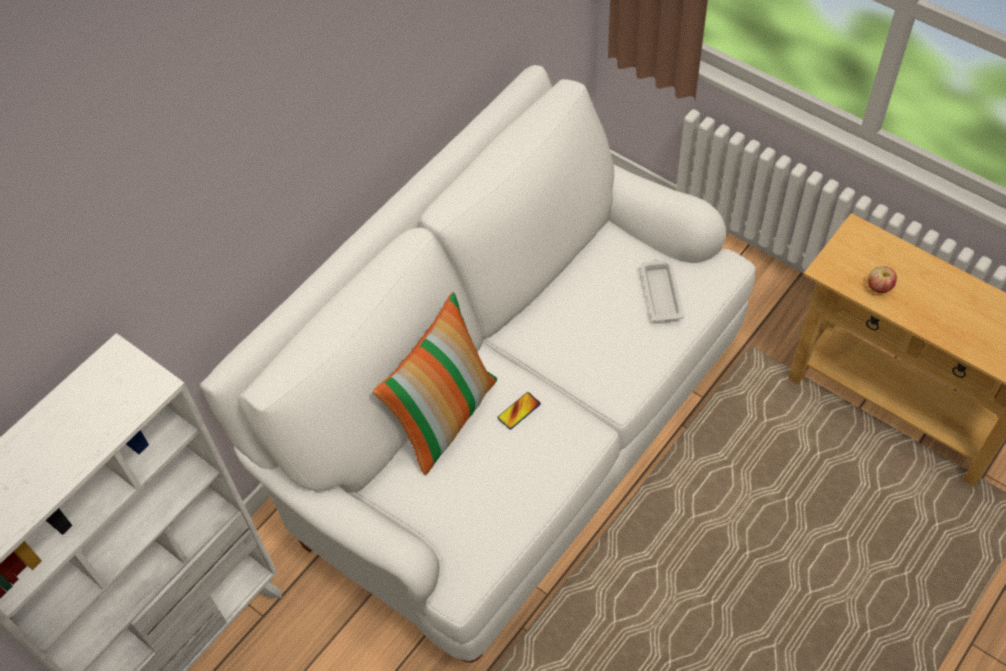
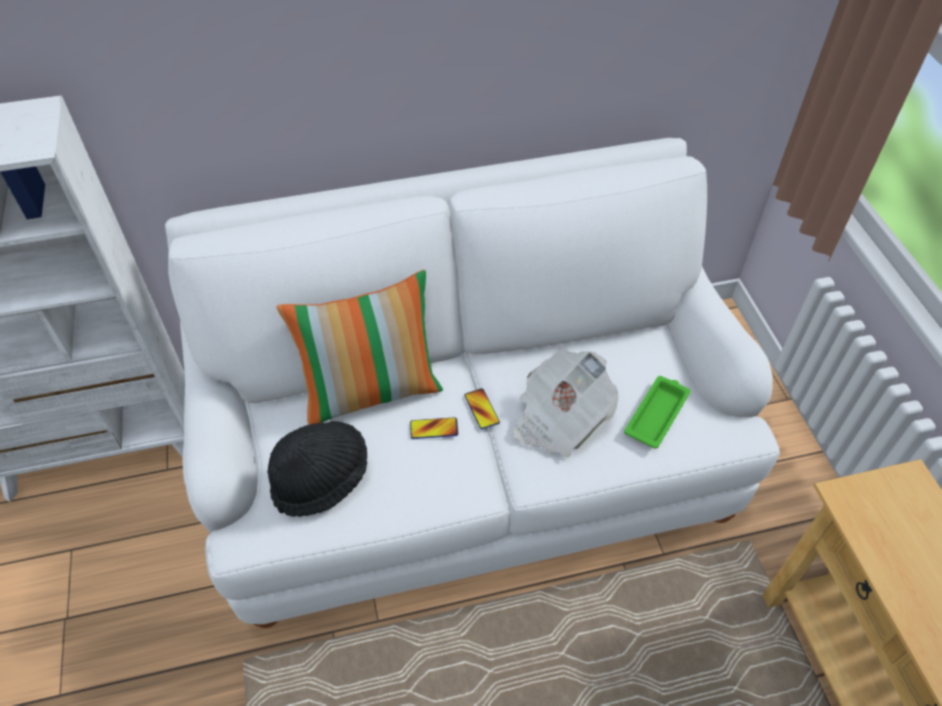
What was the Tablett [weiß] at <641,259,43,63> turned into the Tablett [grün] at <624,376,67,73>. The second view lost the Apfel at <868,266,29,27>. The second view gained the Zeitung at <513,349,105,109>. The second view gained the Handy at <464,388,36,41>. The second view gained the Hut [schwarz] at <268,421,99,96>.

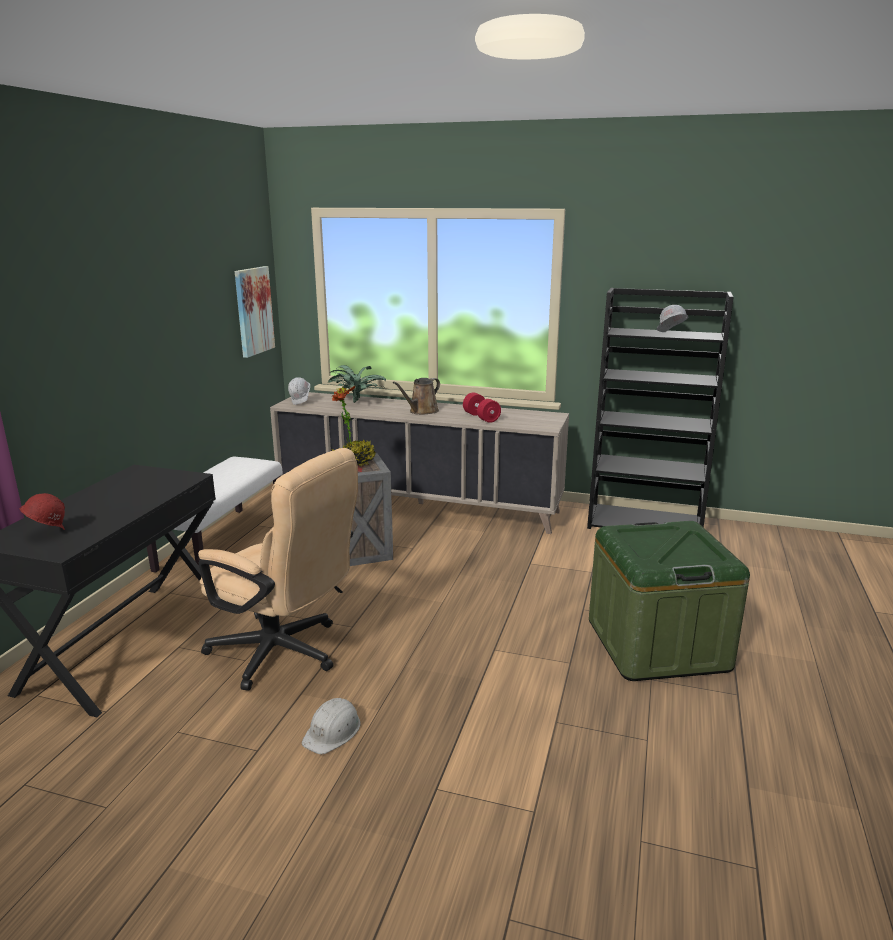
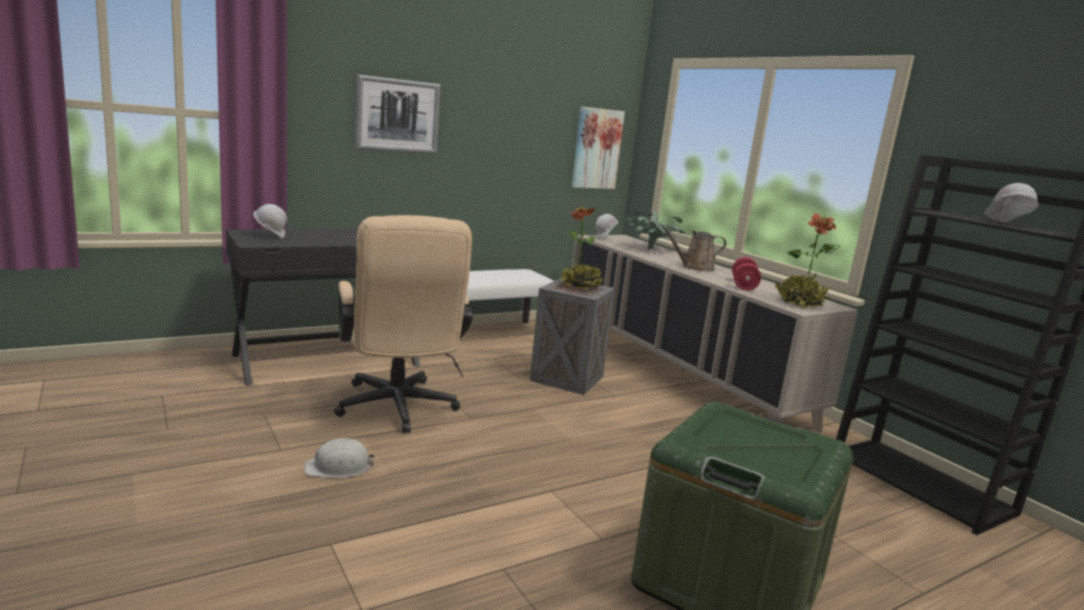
What was the Schutzhelm [rot] at <19,493,46,37> turned into the Schutzhelm [weiß] at <254,204,33,34>. The second view gained the Bild at <355,75,86,79>. The second view gained the Topfpflanze at <775,213,66,95>.

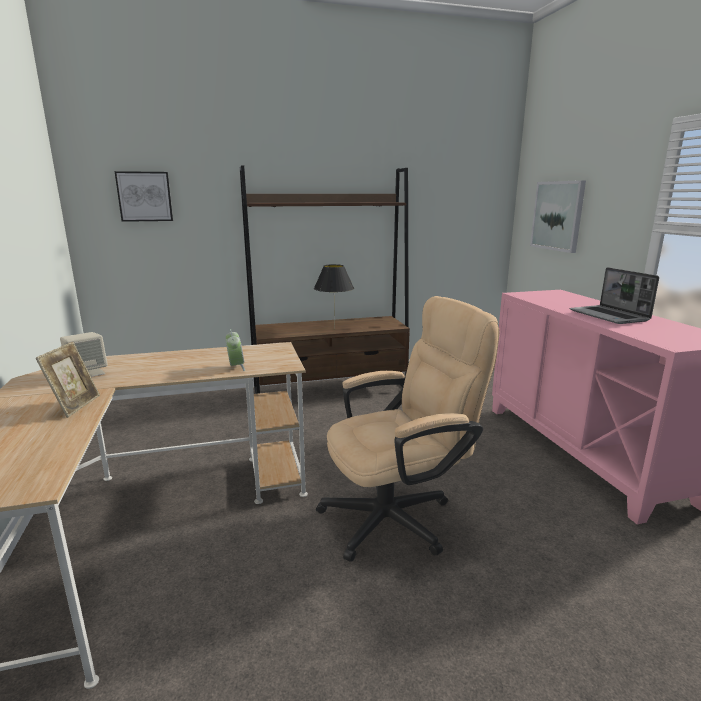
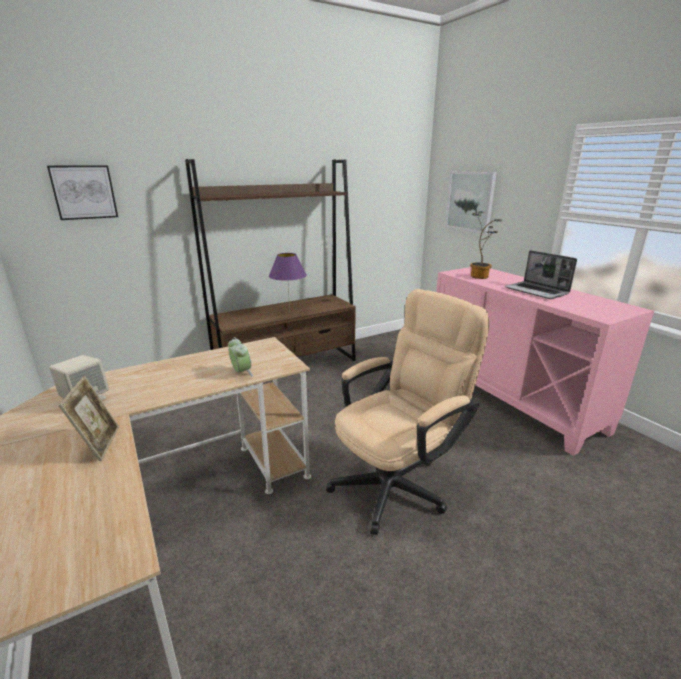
What was the Tischlampe [schwarz] at <314,264,40,65> turned into the Tischlampe [lila] at <269,253,38,60>. The second view gained the Topfpflanze at <470,211,32,68>.

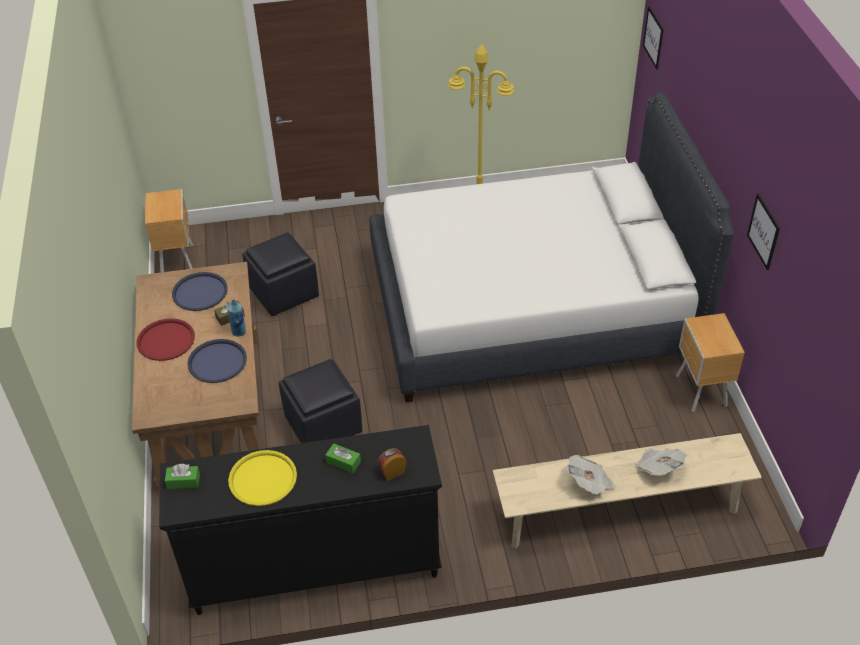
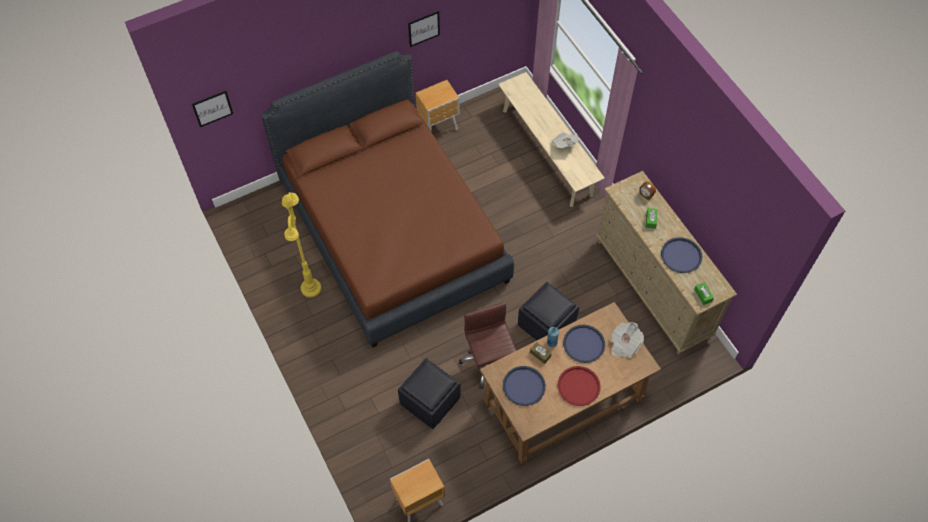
What was the Bett [weiß] at <369,92,365,311> turned into the Bett [braun] at <261,51,253,296>. What was the Kommode [schwarz] at <159,425,283,190> turned into the Kommode [beige] at <596,171,141,184>. The Zeitung ended up elsewhere, having gone from <635,448,52,28> to <610,322,34,36>. What was the Tablett [gelb] at <228,450,69,56> turned into the Tablett [blau] at <661,237,41,36>. The second view gained the Bürostuhl [braun] at <459,302,58,87>.

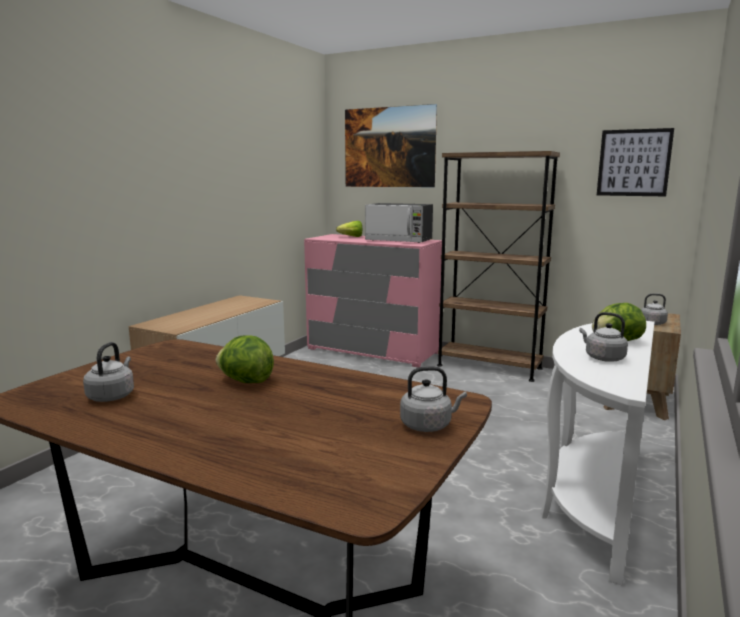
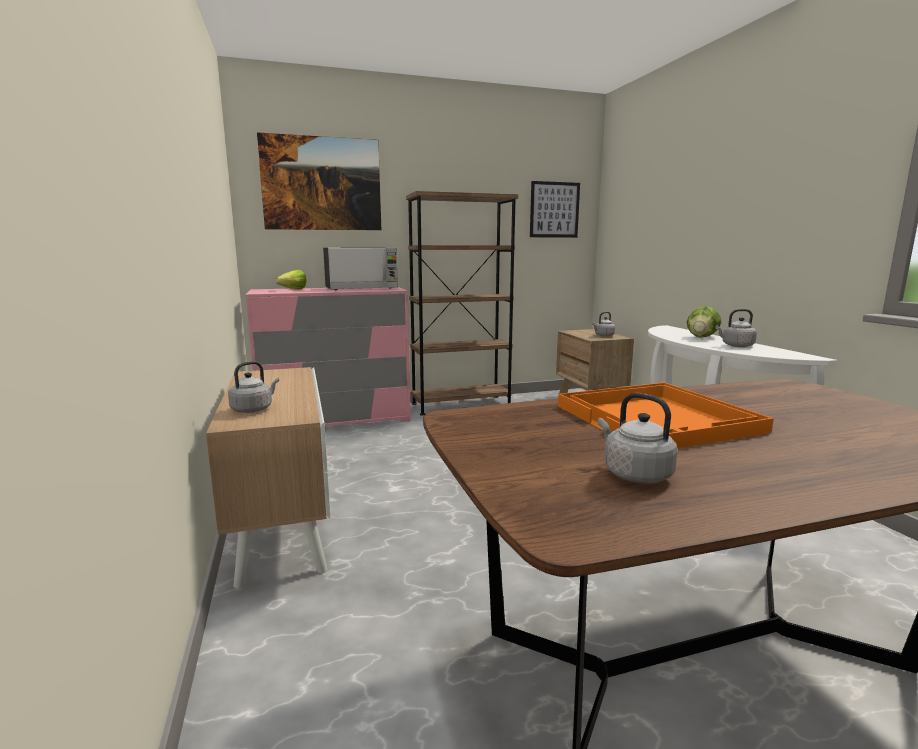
Where the Salatkopf stood at <216,335,58,48>, the Tablett [orange] came to stand at <558,382,216,66>. The Wasserkessel [grau] ended up elsewhere, having gone from <400,367,67,65> to <228,361,51,52>.

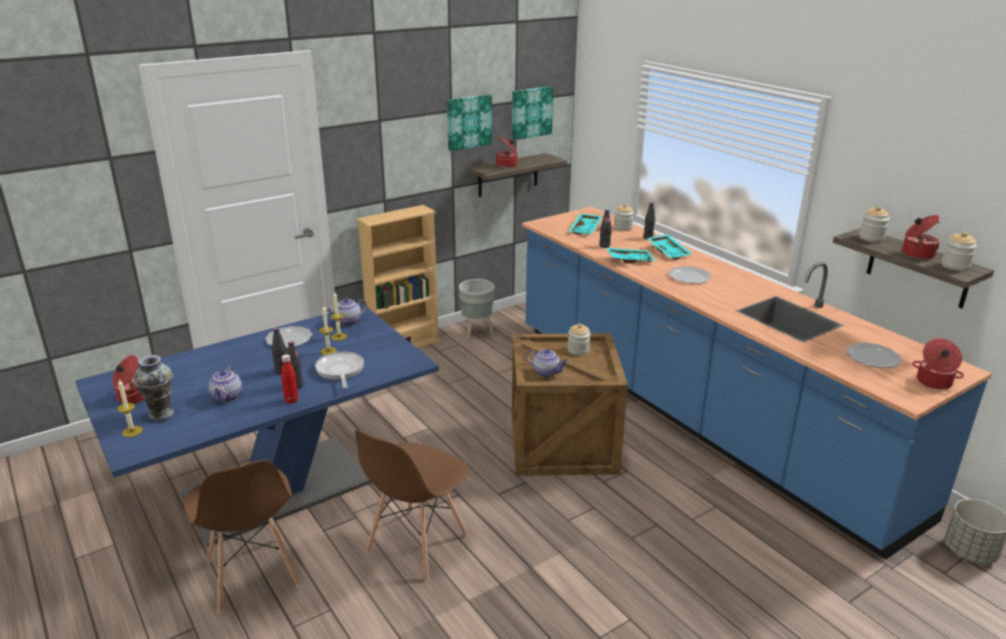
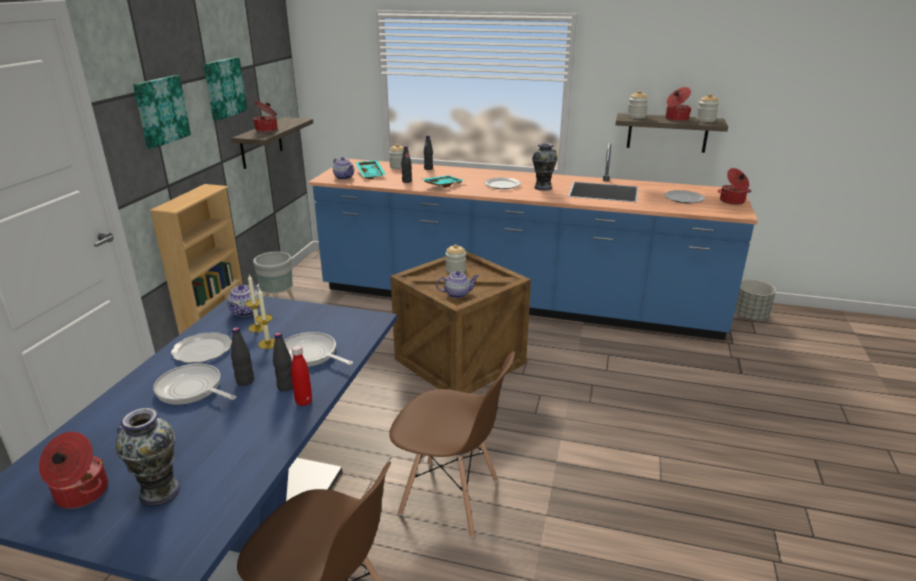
The Bild ended up elsewhere, having gone from <512,86,42,54> to <133,75,58,74>. The second view lost the Tablett [türkis] at <647,234,45,26>. The Teekanne ended up elsewhere, having gone from <209,365,33,37> to <333,157,21,22>. The second view lost the Kerze at <118,379,24,58>. The Stuhl [braun] at <355,430,114,151> ended up facing another way, 60 degrees counterclockwise from before. The second view gained the Vase at <532,143,25,48>. The second view gained the Pfanne at <153,364,83,41>.

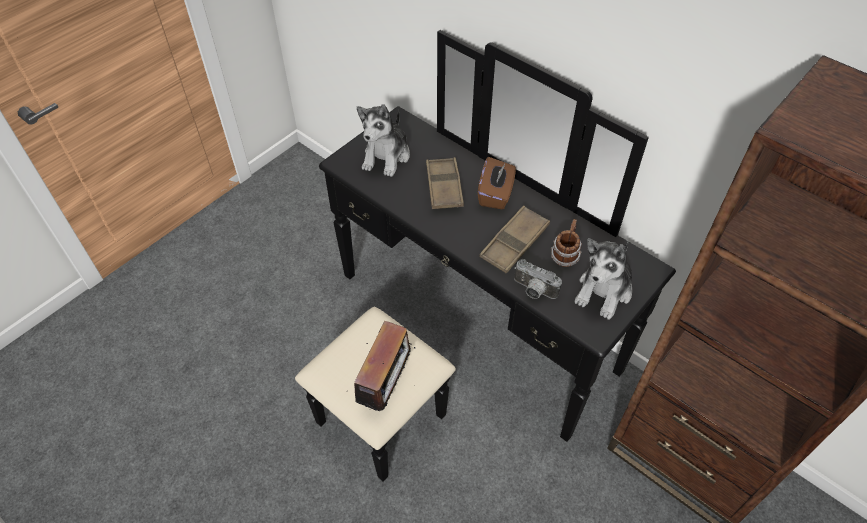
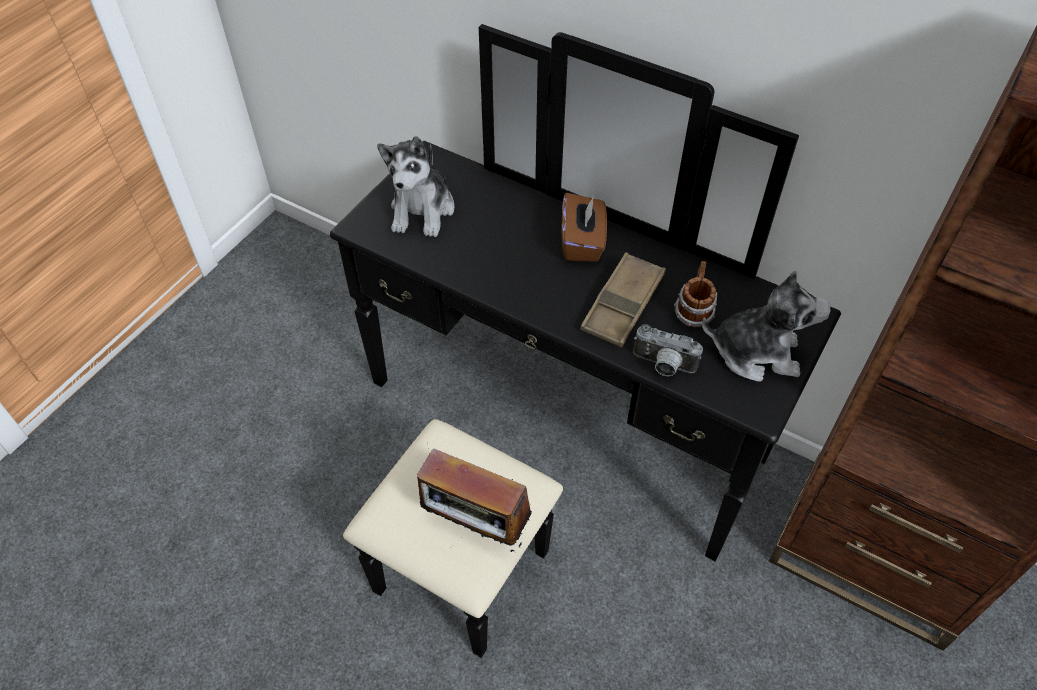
The second view lost the Tablett [braun] at <426,157,38,52>. The Plüschtier at <574,238,58,81> ended up facing another way, 105 degrees counterclockwise from before. The Radio at <354,321,61,91> ended up facing another way, 105 degrees clockwise from before.

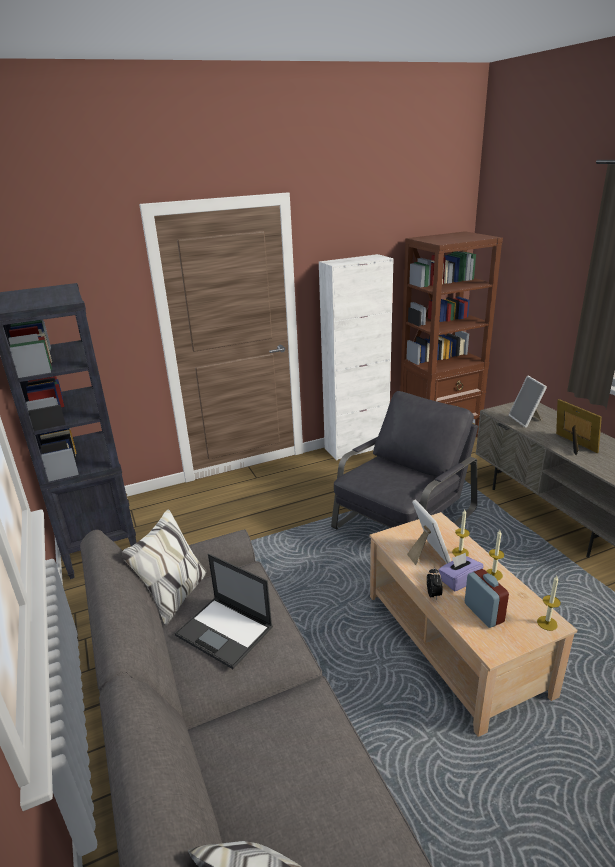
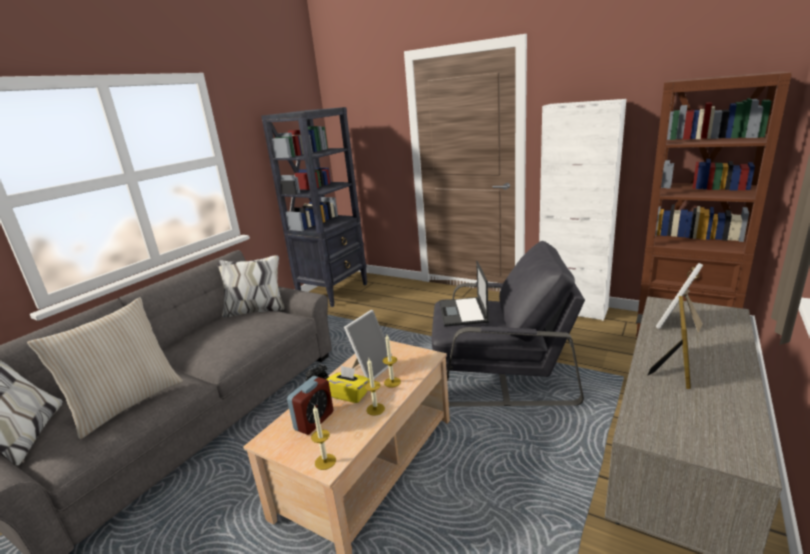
What was the Taschentuchbox [lila] at <438,552,46,40> turned into the Taschentuchbox [gelb] at <327,366,43,37>. The Laptop ended up elsewhere, having gone from <175,554,98,115> to <439,261,50,66>. The second view gained the Kissen [beige] at <27,297,156,142>.

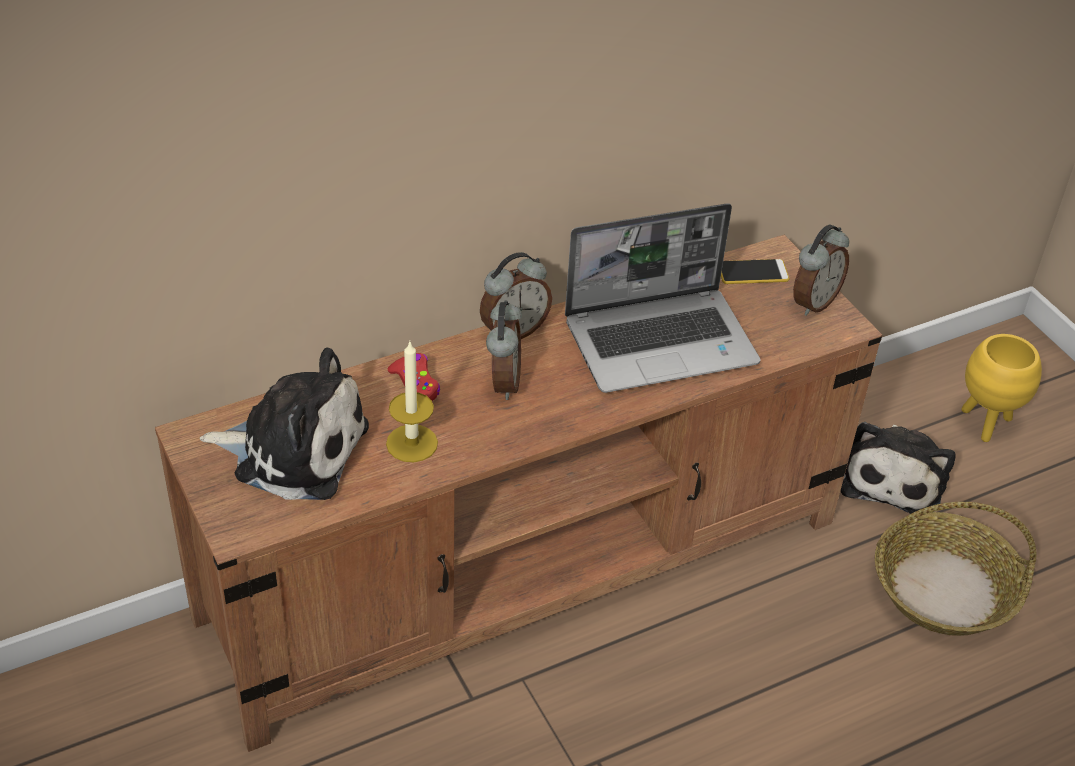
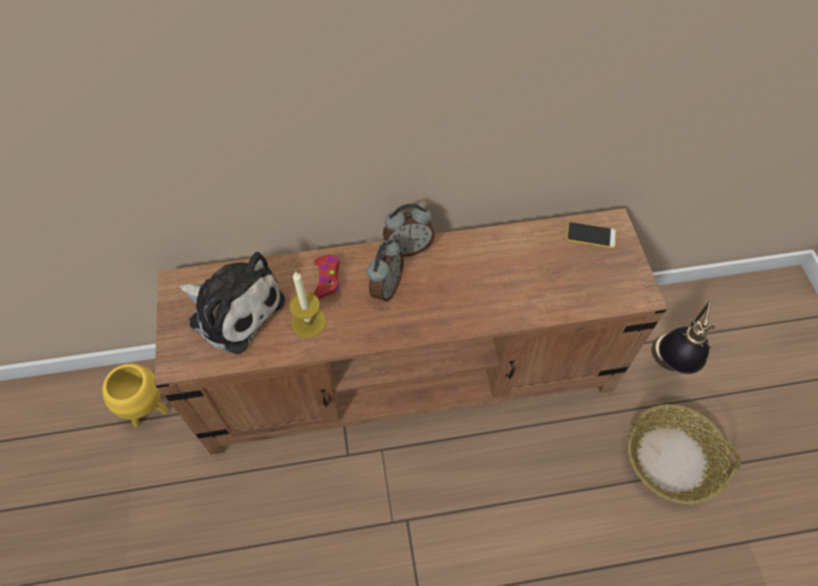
The second view lost the Laptop at <565,203,196,190>. The second view lost the Wecker at <793,225,56,91>. The Pflanzkübel [gelb] ended up elsewhere, having gone from <962,334,80,108> to <102,364,67,63>. Where the Plüschtier stood at <841,422,115,92>, the Tischlampe came to stand at <652,301,63,73>.

